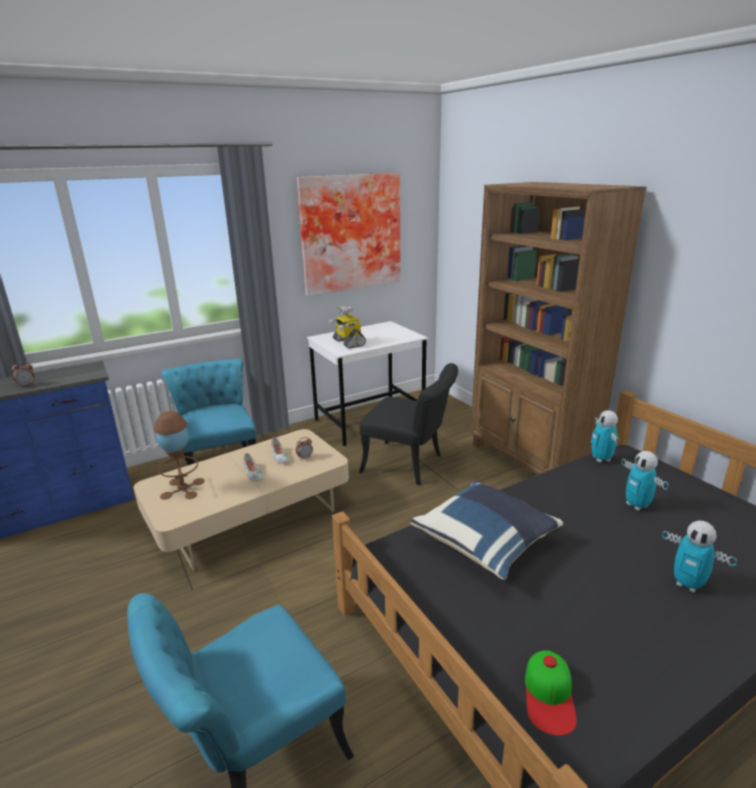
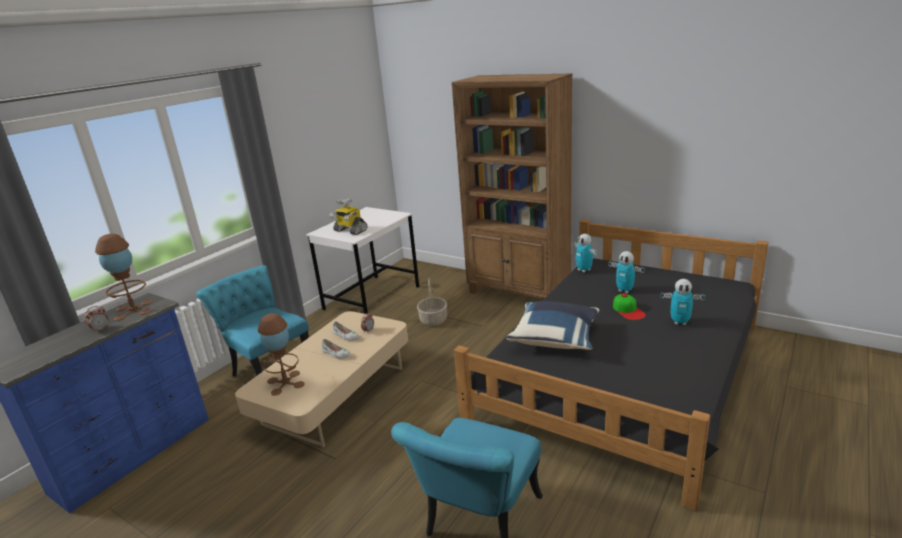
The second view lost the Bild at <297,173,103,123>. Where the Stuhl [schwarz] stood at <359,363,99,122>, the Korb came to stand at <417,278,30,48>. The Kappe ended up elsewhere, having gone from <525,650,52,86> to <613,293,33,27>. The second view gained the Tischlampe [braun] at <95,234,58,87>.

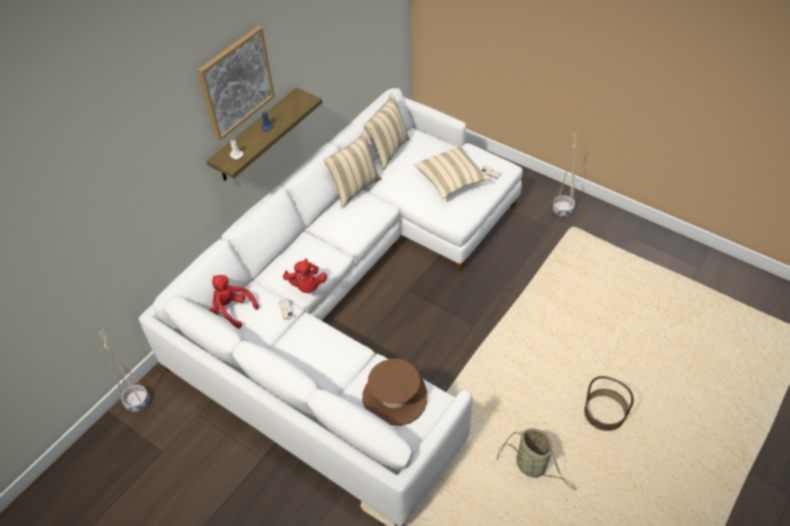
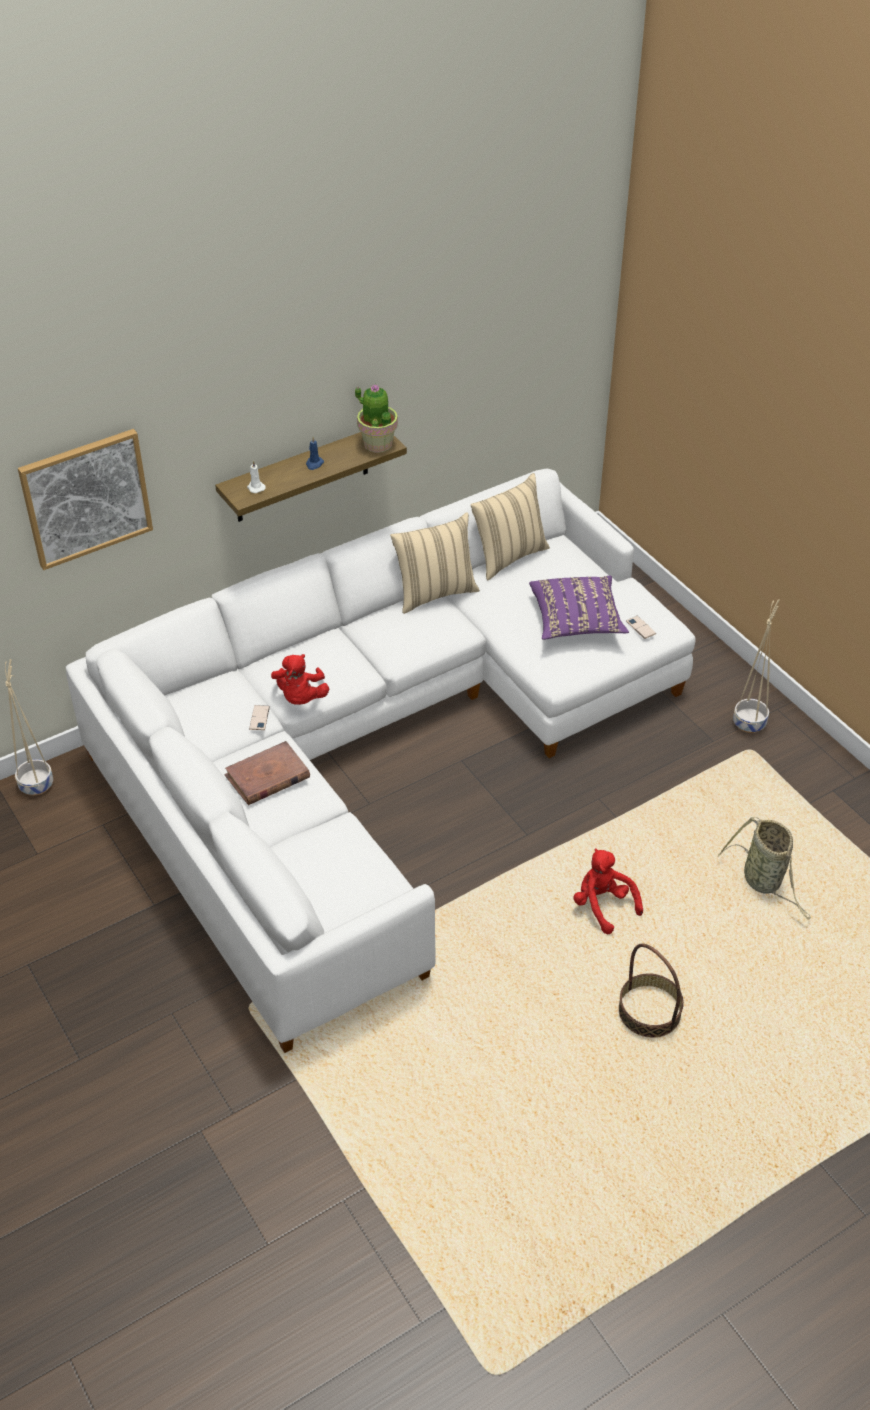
The Bild ended up elsewhere, having gone from <198,26,77,115> to <18,429,135,141>. What was the Kissen [beige] at <414,145,77,54> turned into the Kissen [lila] at <529,575,100,65>. The Plüschtier [rot] ended up elsewhere, having gone from <209,275,50,54> to <573,848,70,86>. The second view lost the Hut [braun] at <362,359,65,67>. The Korb ended up elsewhere, having gone from <496,428,80,63> to <718,817,93,103>. The second view gained the Topfpflanze at <355,384,43,69>. The second view gained the Buch [braun] at <224,741,86,64>.

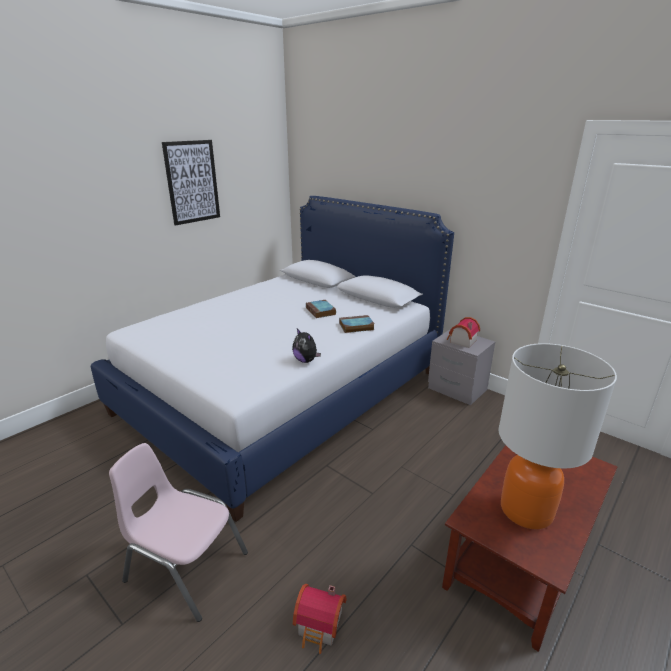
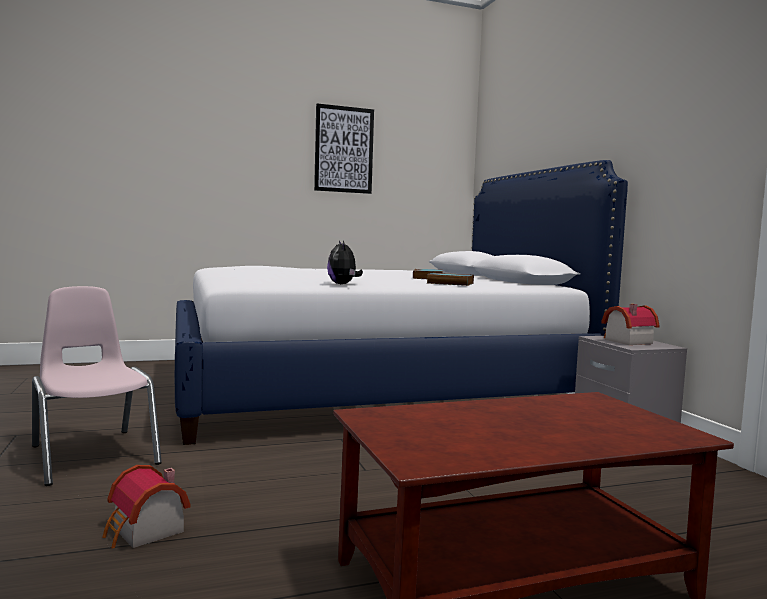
The second view lost the Tischlampe at <499,343,118,186>.

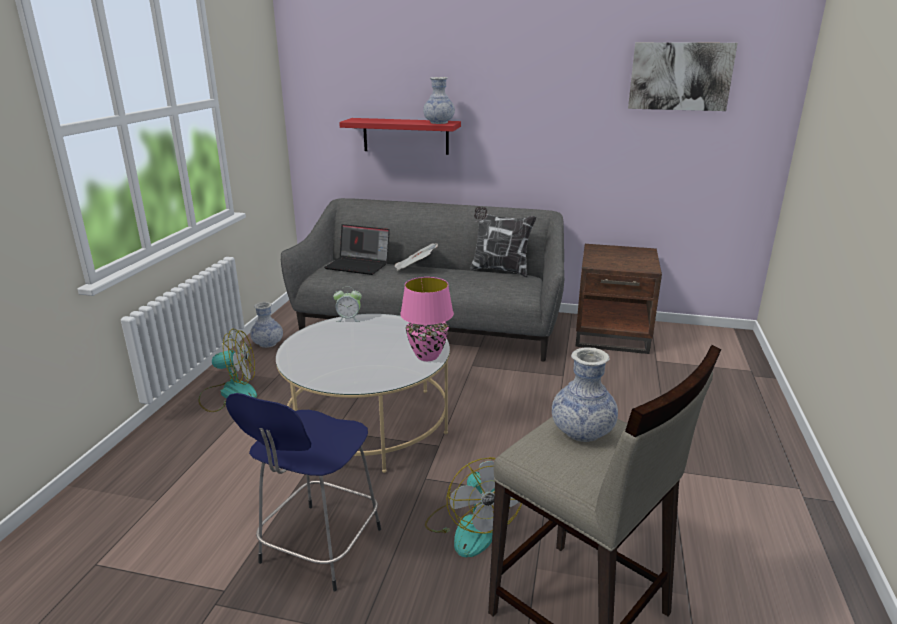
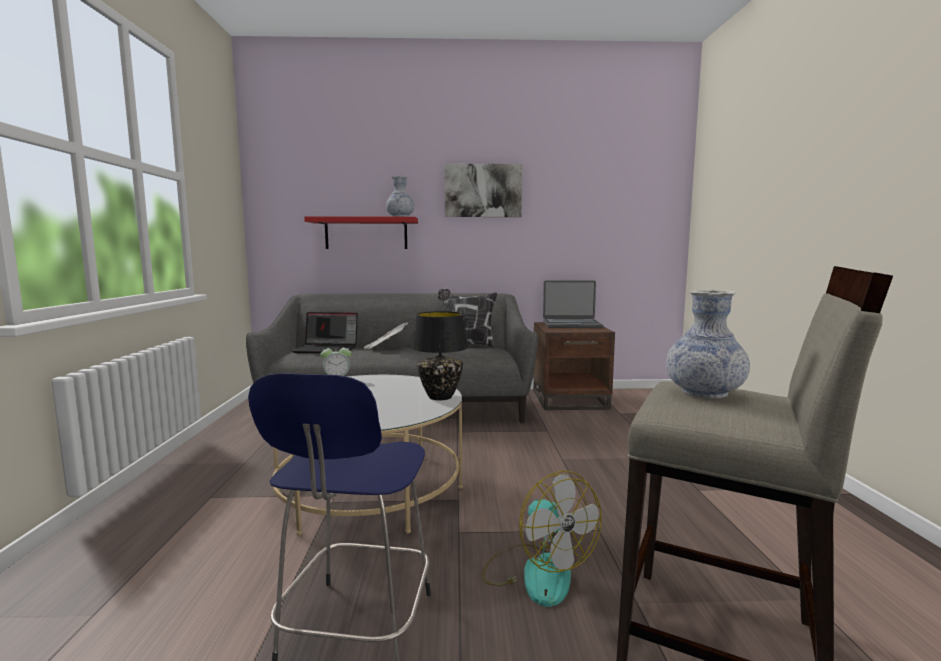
The Bild ended up elsewhere, having gone from <628,42,110,69> to <444,164,78,53>. What was the Tischlampe [rosa] at <400,277,54,84> turned into the Tischlampe [schwarz] at <411,311,57,89>. The second view lost the Vase at <250,302,33,46>. The second view lost the Ventilator at <199,329,58,83>. The second view gained the Laptop at <543,280,60,48>.

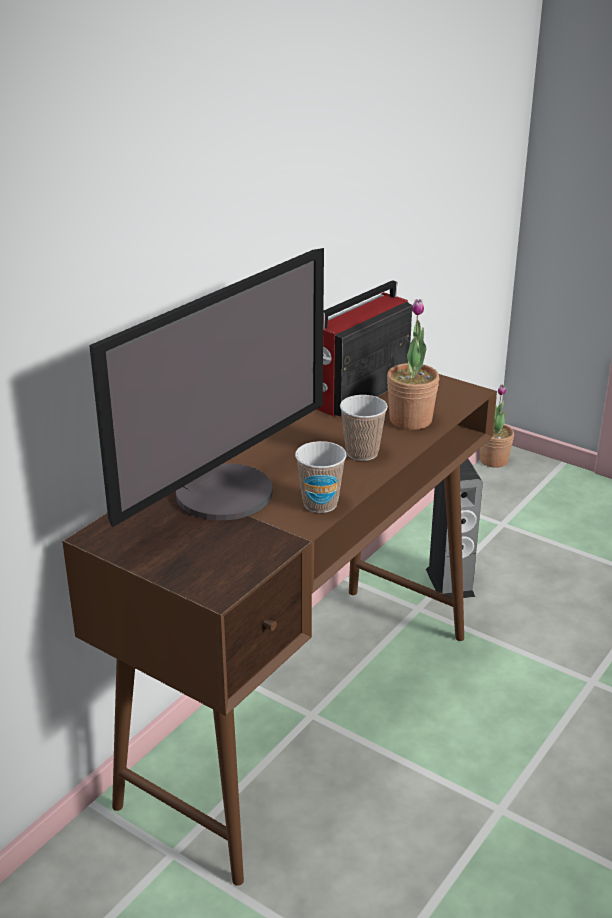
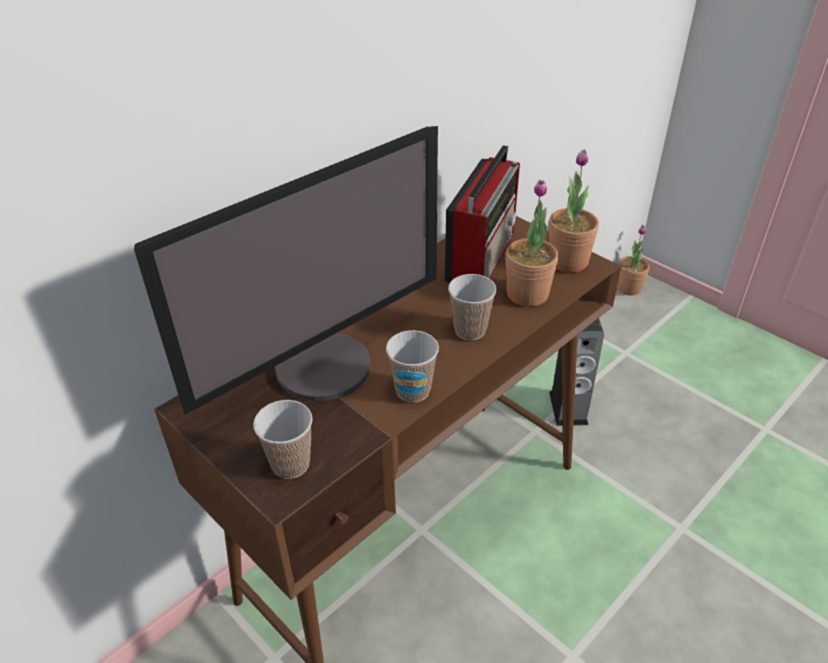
The Radio at <317,280,95,136> ended up facing another way, 150 degrees clockwise from before. The second view gained the Topfpflanze at <549,149,50,124>. The second view gained the Tasse at <253,400,60,79>.

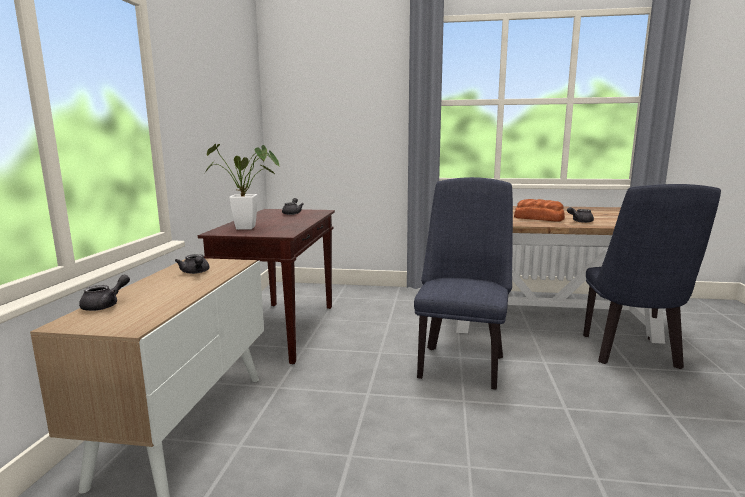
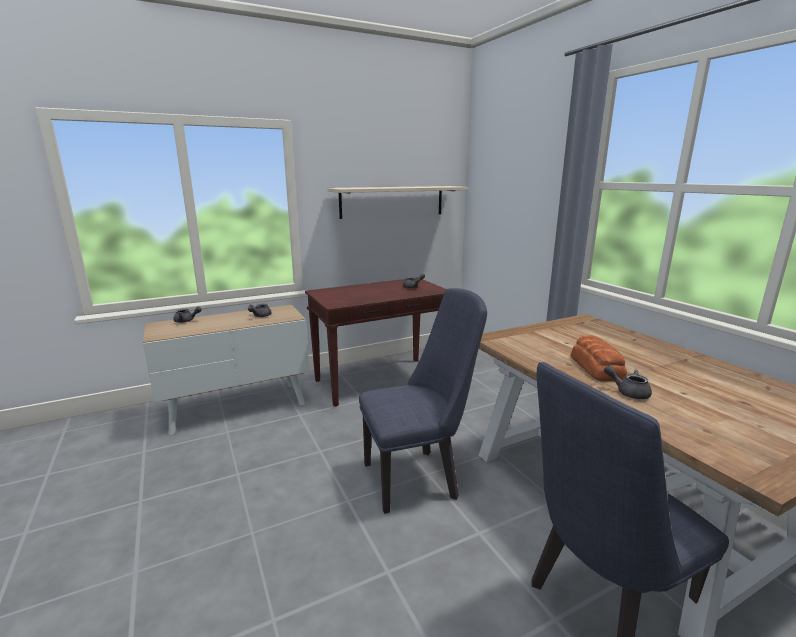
The second view lost the Topfpflanze at <205,144,75,86>. The second view gained the Wandregal [beige] at <327,186,141,33>.

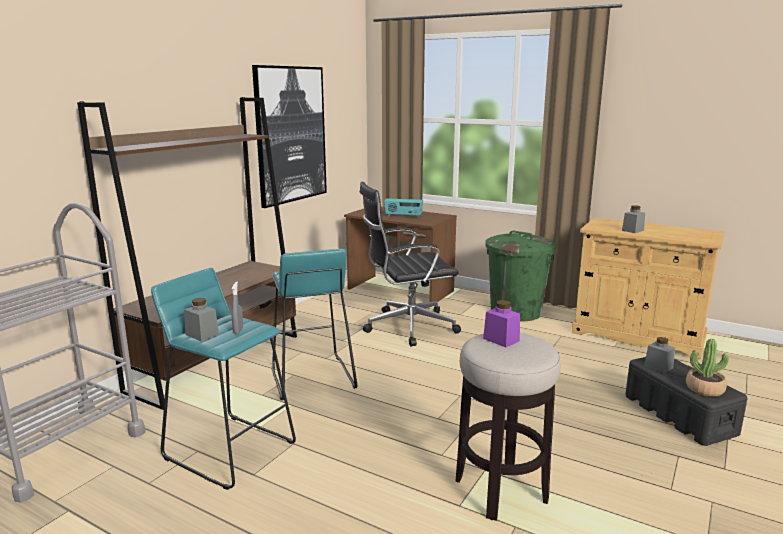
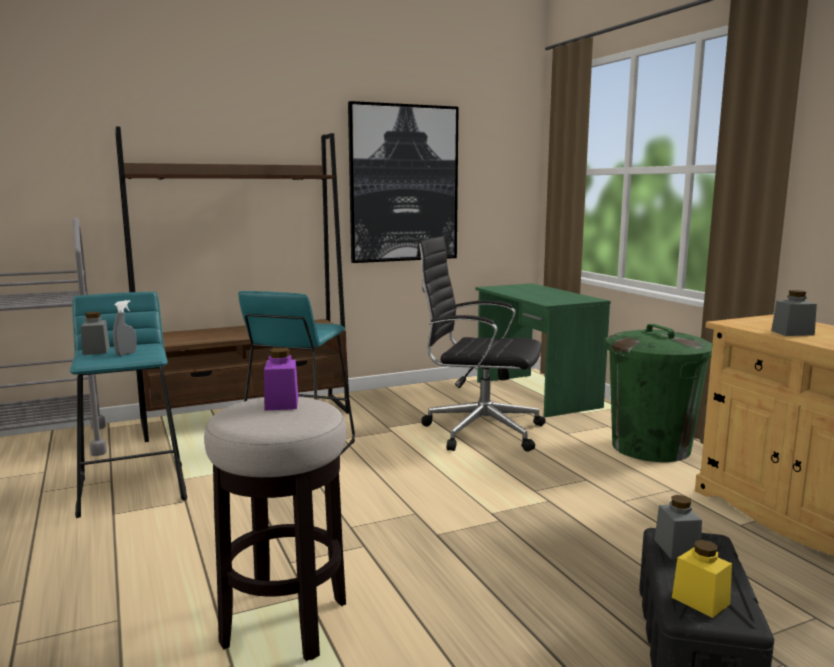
The second view lost the Radio at <384,198,39,20>. What was the Schreibtisch [braun] at <344,207,113,95> turned into the Schreibtisch [grün] at <475,283,136,134>. Where the Topfpflanze stood at <686,339,43,58>, the Vorratsglas [gelb] came to stand at <672,540,60,78>.

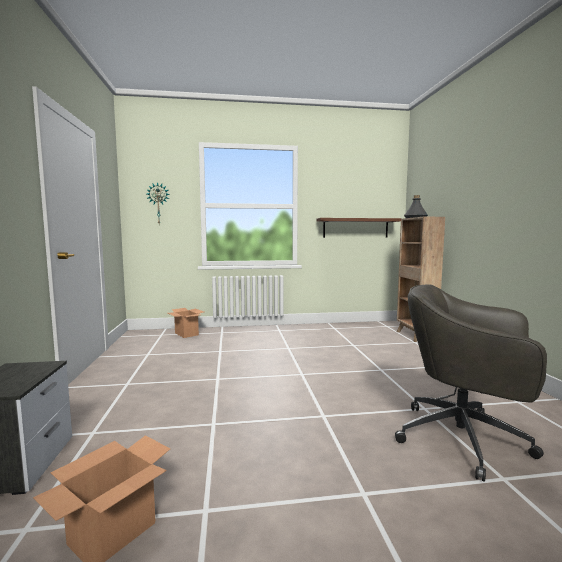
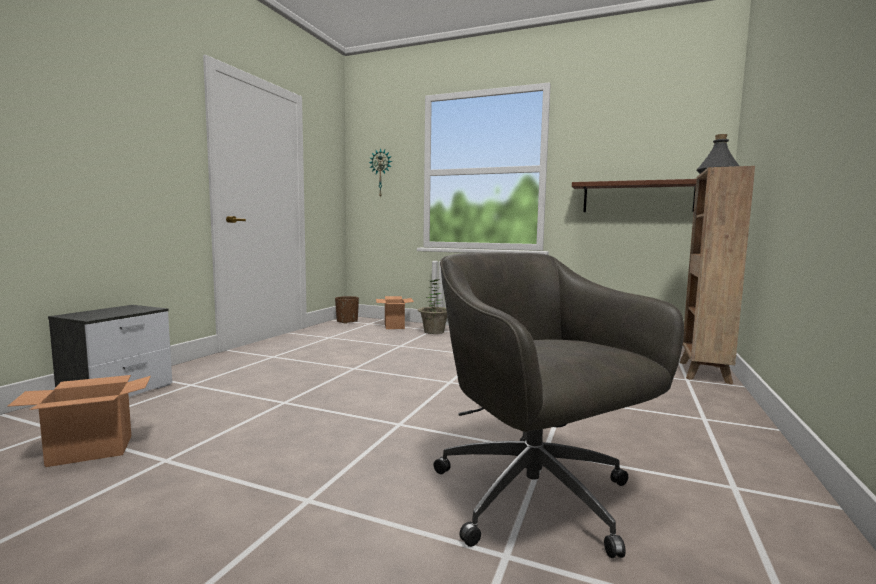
The second view gained the Topfpflanze at <417,279,30,55>. The second view gained the Pflanzkübel [braun] at <335,296,24,28>.

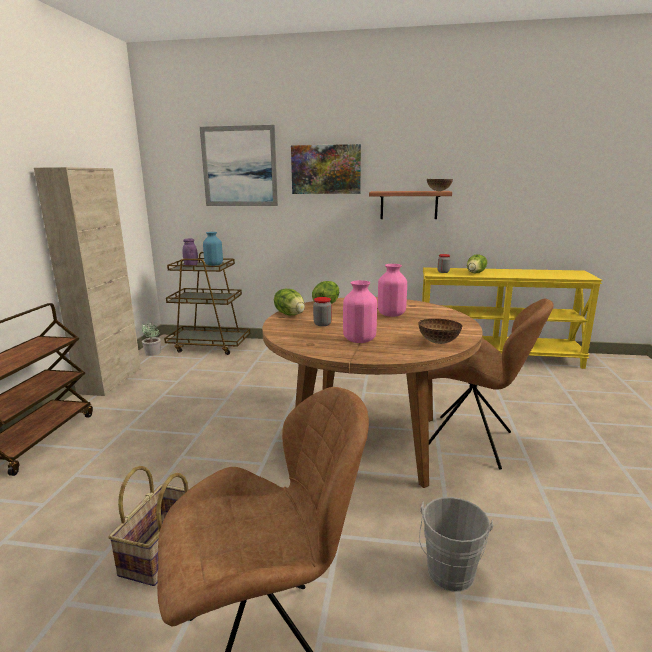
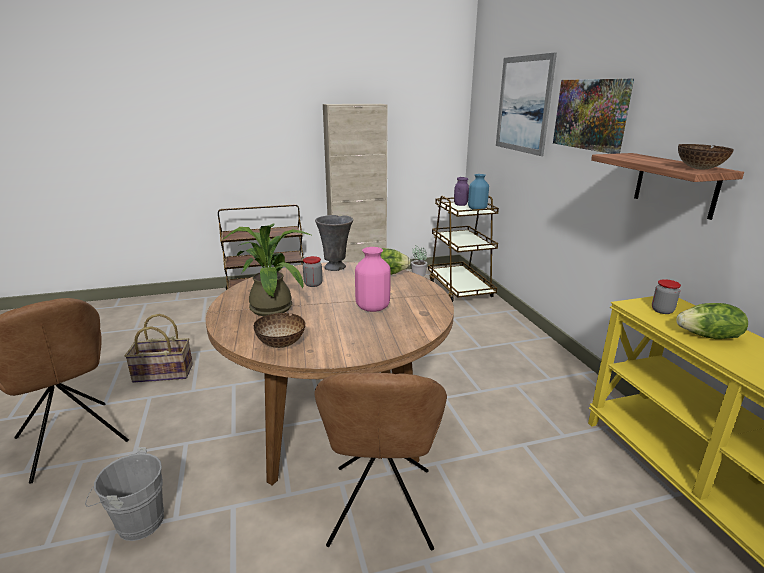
Where the Vase [rosa] stood at <343,280,34,63>, the Topfpflanze came to stand at <222,223,89,93>. Where the Salatkopf stood at <274,289,31,26>, the Vase [grau] came to stand at <315,215,38,56>.

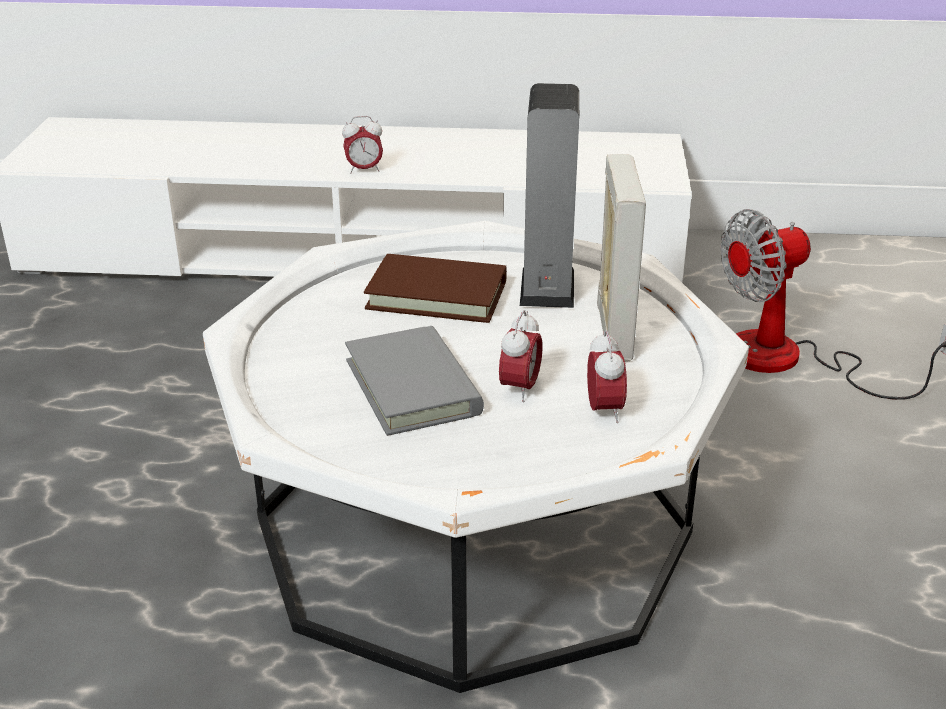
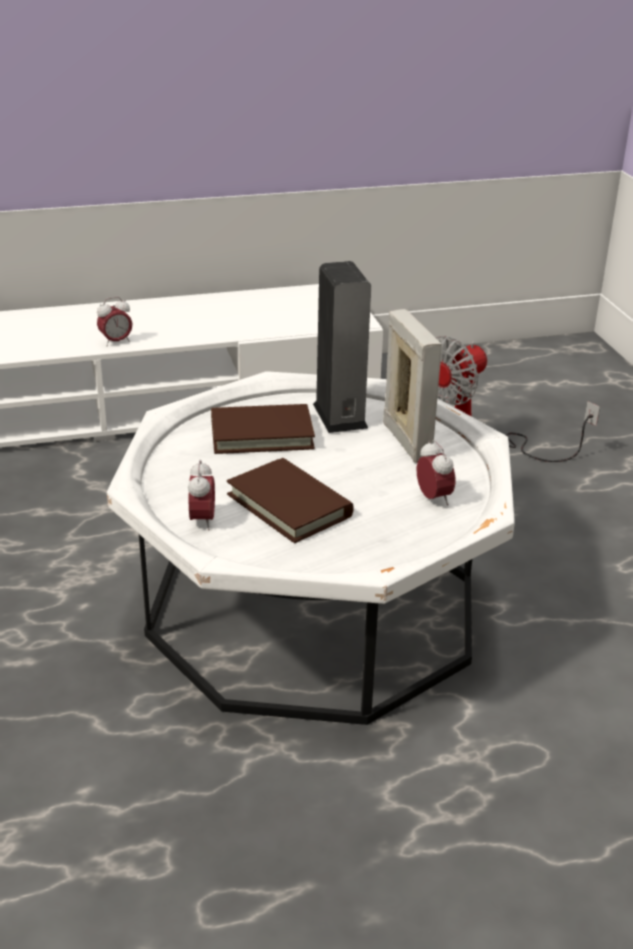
The Wecker ended up elsewhere, having gone from <499,310,44,92> to <188,460,27,70>. What was the Buch [grau] at <345,326,139,110> turned into the Buch [braun] at <227,458,127,85>.

